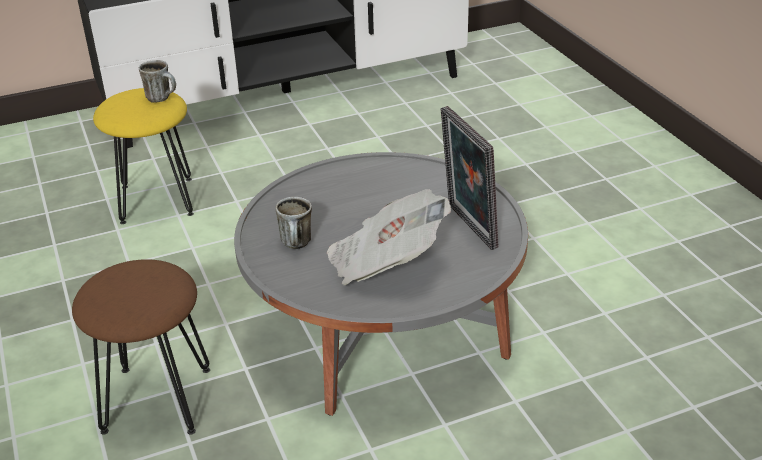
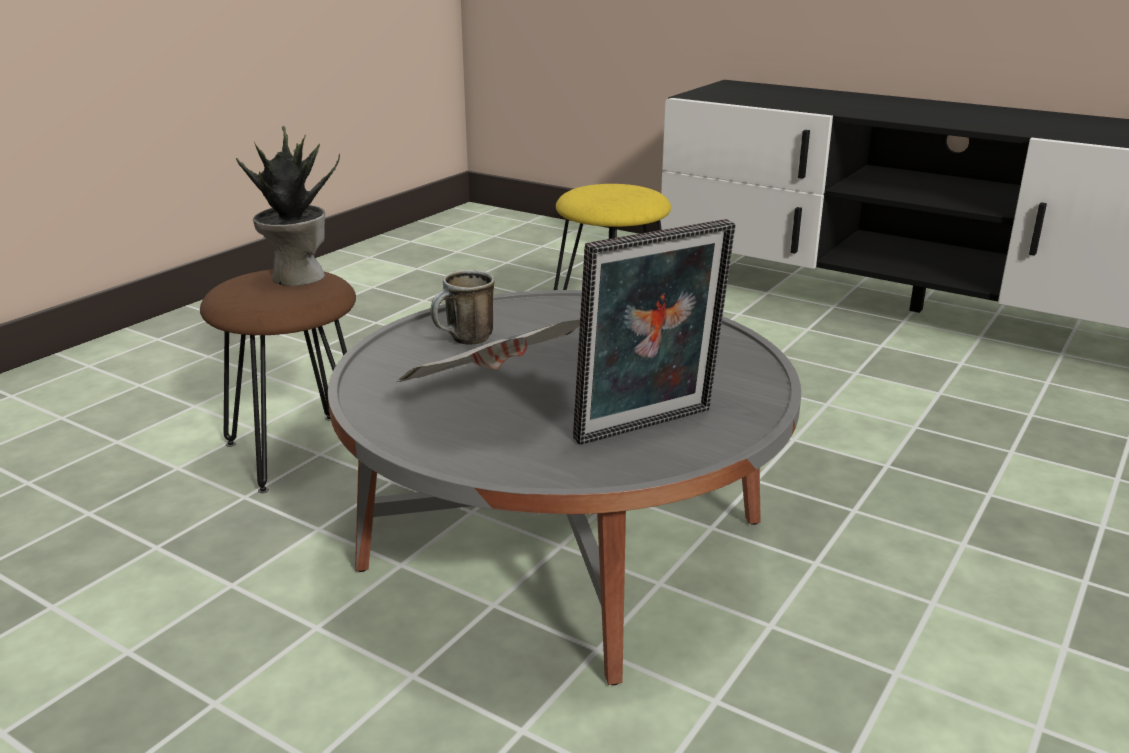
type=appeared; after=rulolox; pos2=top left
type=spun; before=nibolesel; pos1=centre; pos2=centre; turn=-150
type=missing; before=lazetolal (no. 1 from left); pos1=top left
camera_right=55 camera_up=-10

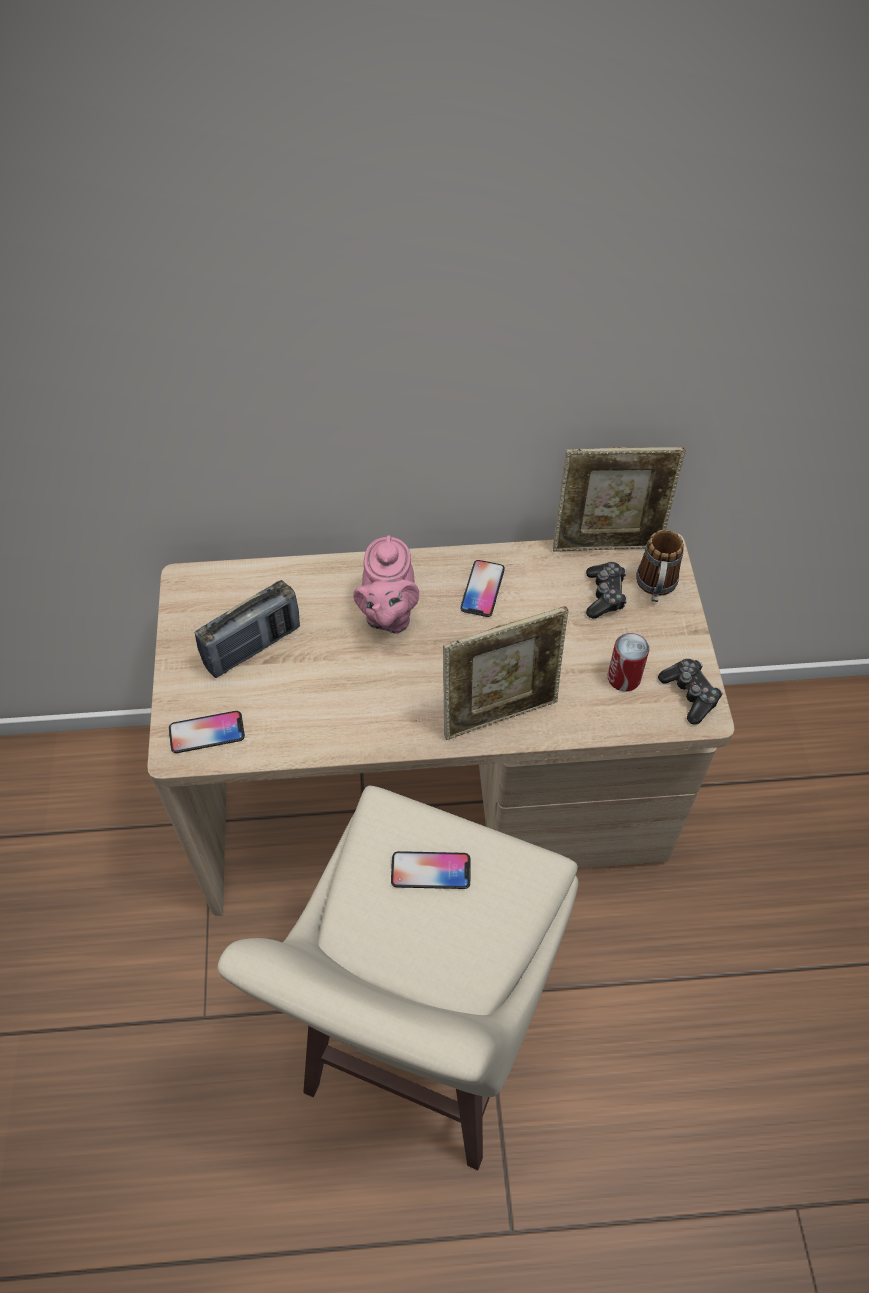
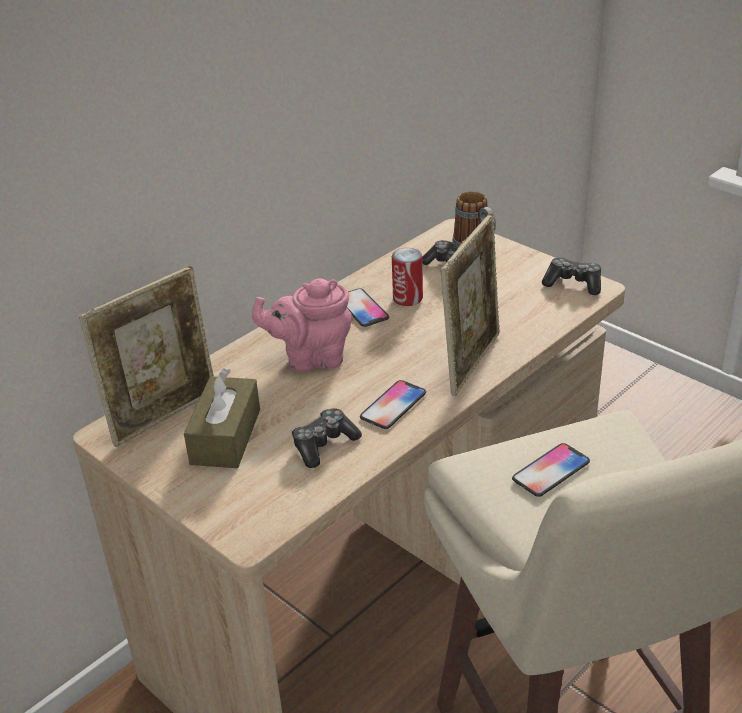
type=relocated; before=nibolesel (no. 2 from left in the first image); after=nibolesel (no. 1 from left); pos1=middle right; pos2=middle left
type=exchanged; before=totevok; after=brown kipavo; pos1=middle left; pos2=middle left
type=spun; before=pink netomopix; pos1=centre; pos2=centre; turn=120
type=appeared; after=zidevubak (no. 1 from left); pos2=centre
type=relocated; before=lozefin (no. 1 from left in the first image); after=lozefin (no. 2 from left); pos1=middle left; pos2=centre
type=relocated; before=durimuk; pos1=middle right; pos2=centre
camera_right=-40 camera_up=-20

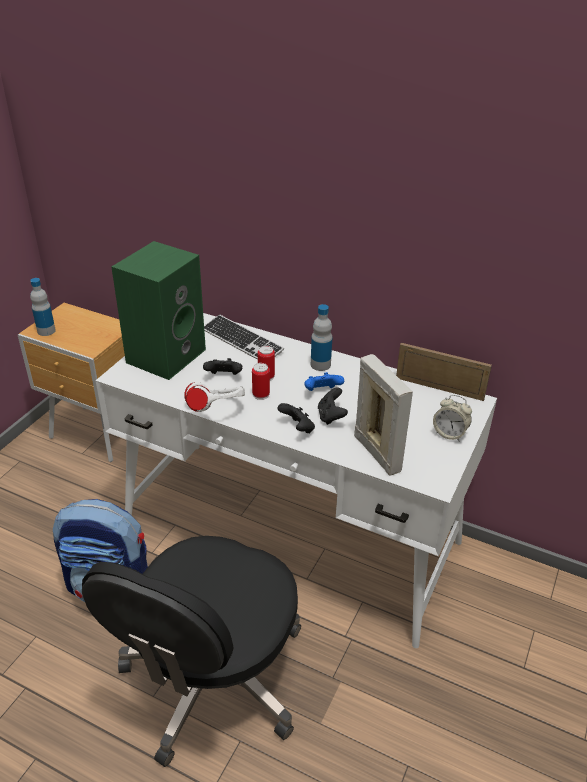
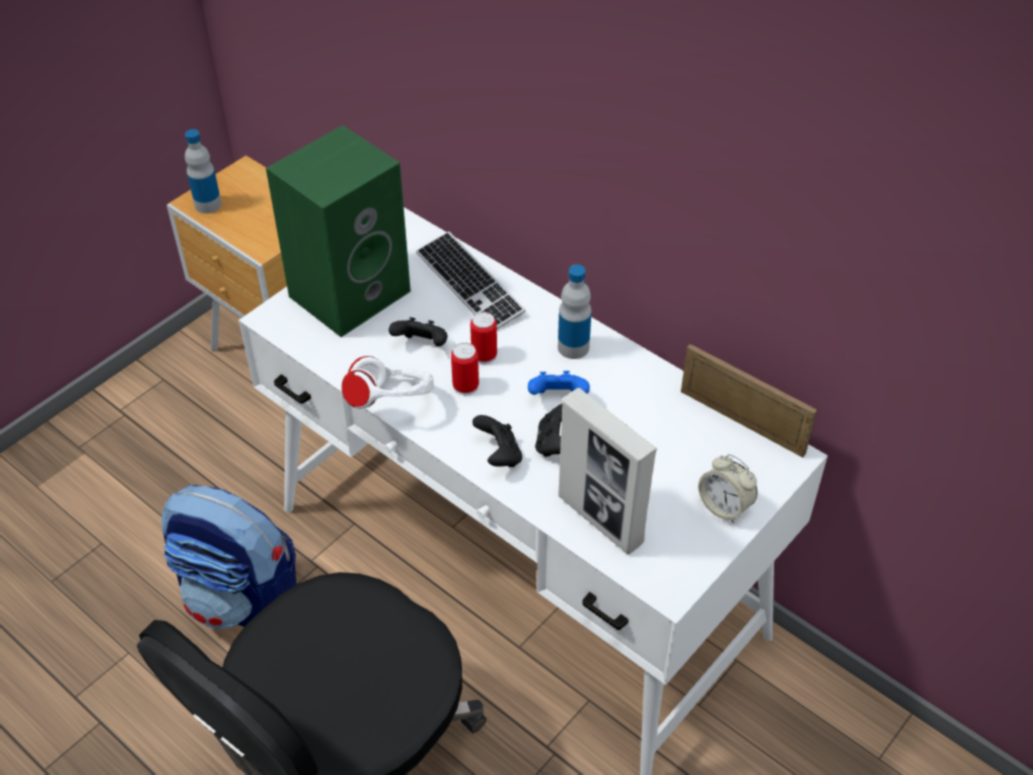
type=spun; before=nibolesel (no. 1 from left); pos1=centre; pos2=centre; turn=150
camera_right=15 camera_up=10

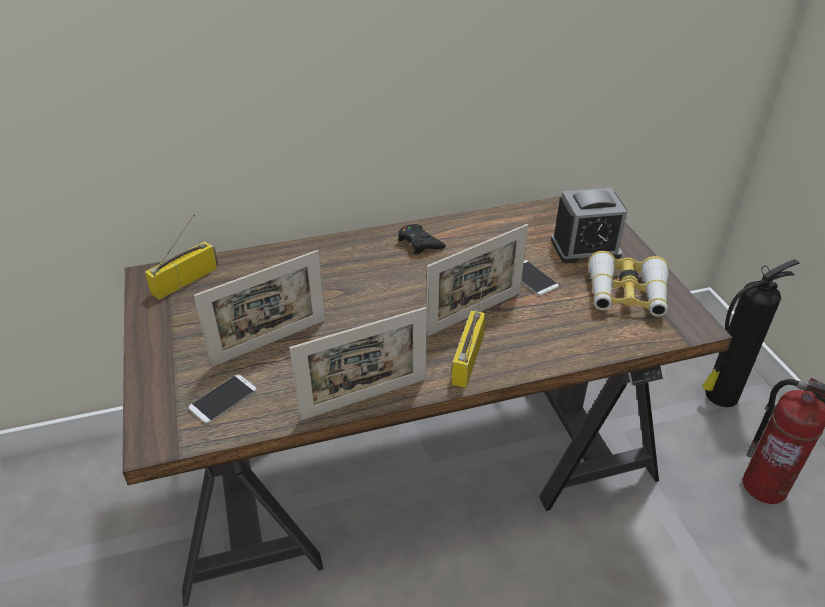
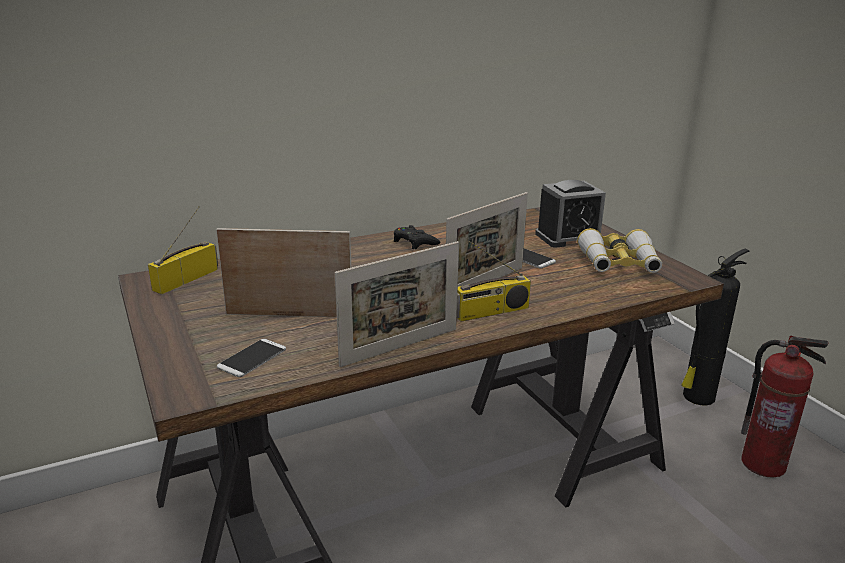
type=spun; before=nibolesel (no. 1 from left); pos1=middle left; pos2=centre; turn=-135
type=spun; before=totevok (no. 2 from left); pos1=centre; pos2=centre; turn=-120
camera_right=-10 camera_up=-15

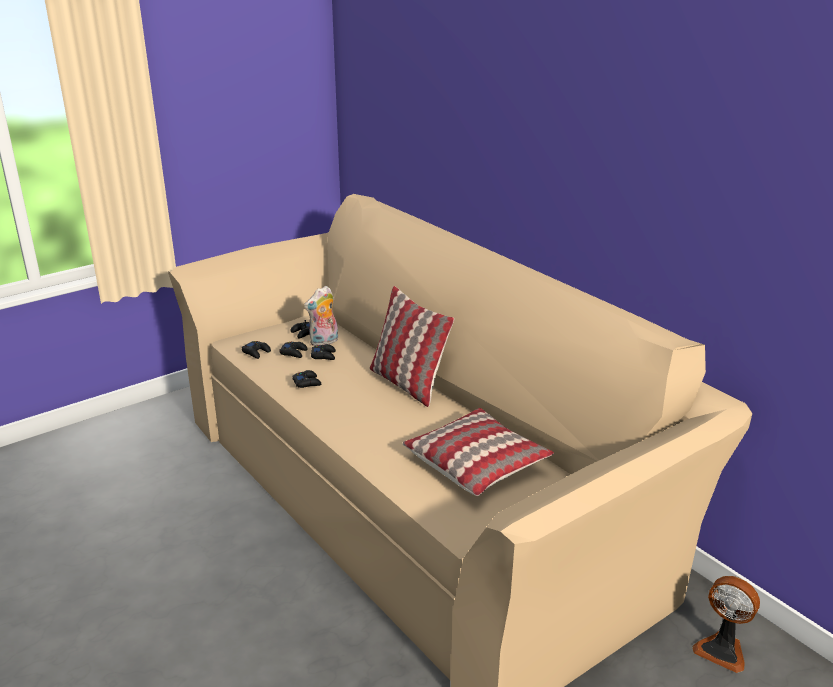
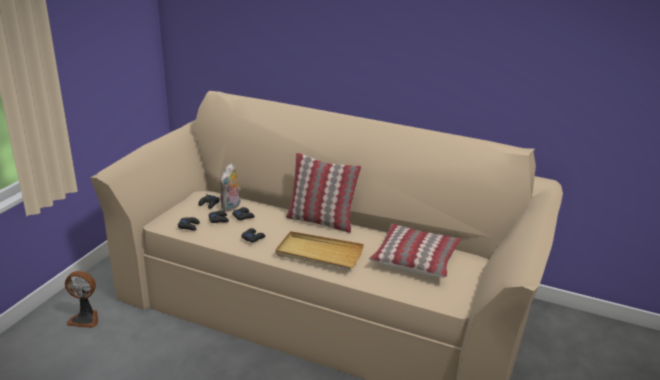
type=relocated; before=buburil; pos1=bottom right; pos2=bottom left
type=appeared; after=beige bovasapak; pos2=centre
camera_right=-30 camera_up=0

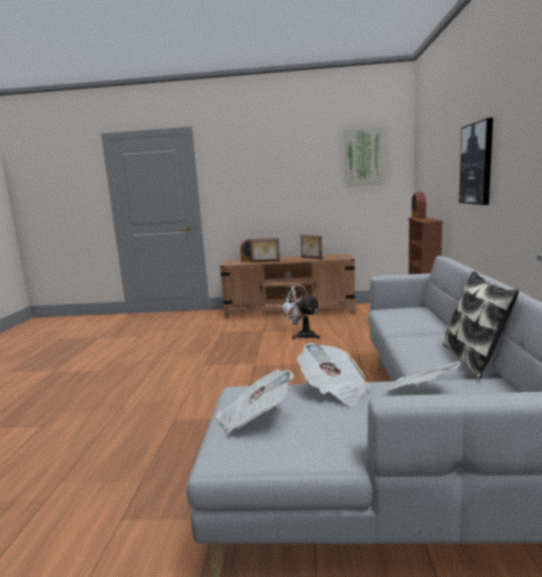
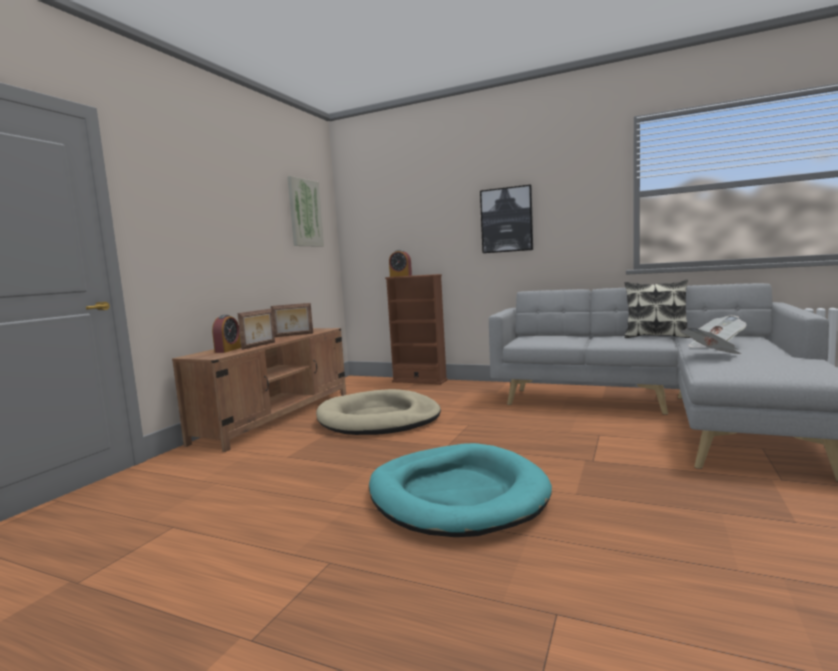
type=exchanged; before=white buburil; after=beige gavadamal; pos1=centre; pos2=centre
type=appeared; after=turquoise gavadamal; pos2=bottom centre
type=missing; before=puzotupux (no. 1 from left); pos1=bottom centre
camera_right=-70 camera_up=-5

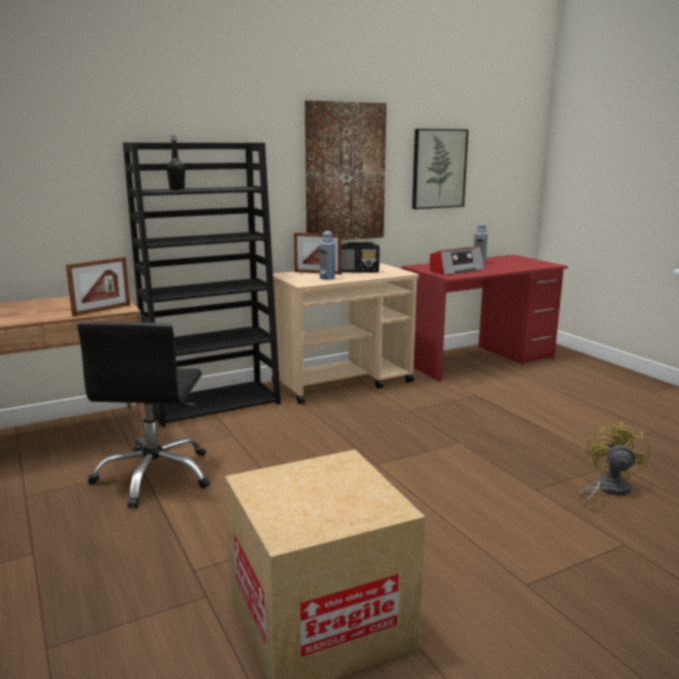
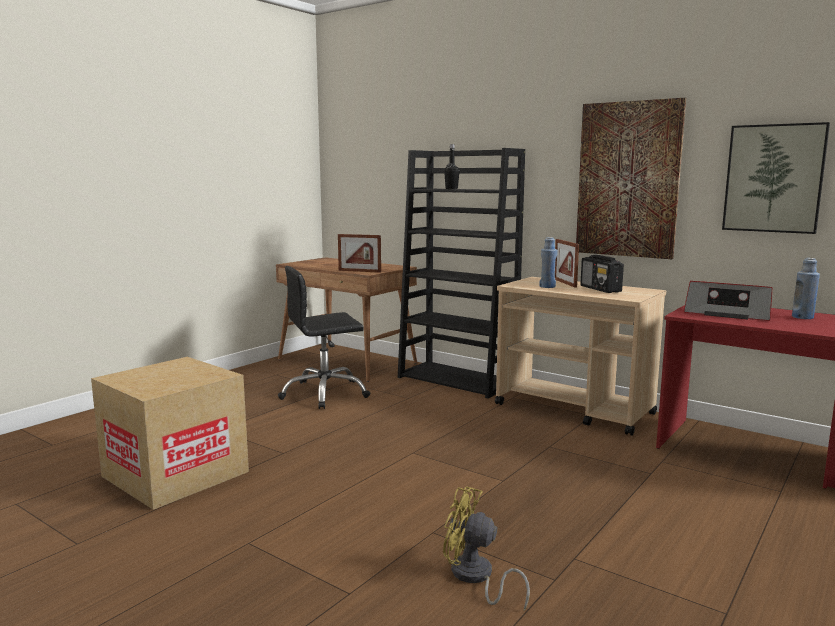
type=spun; before=yellow buburil; pos1=bottom right; pos2=bottom centre; turn=-150
camera_right=65 camera_up=-5

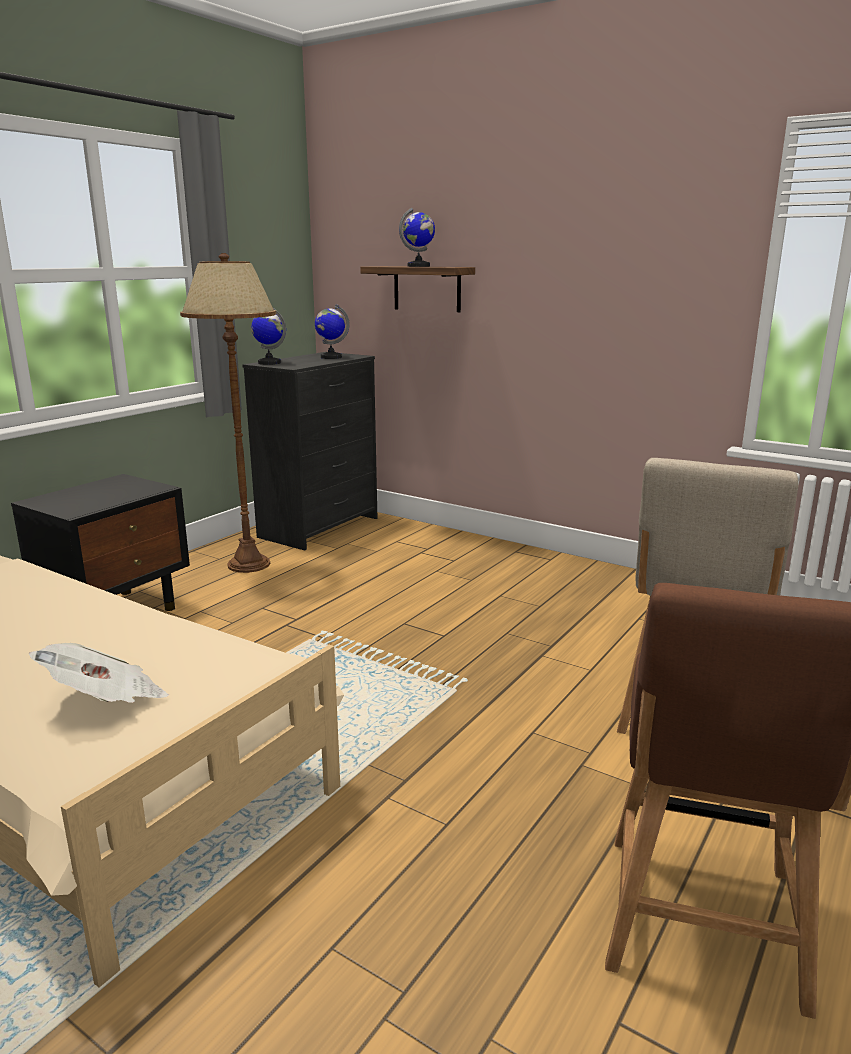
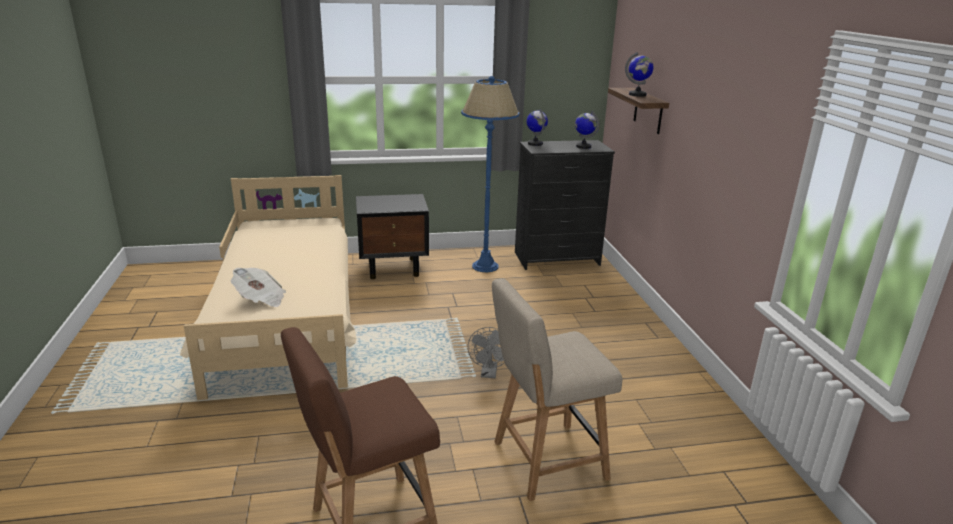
type=colour; before=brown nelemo; after=blue nelemo; pos1=middle left; pos2=top centre
type=appeared; after=grey buburil; pos2=bottom centre
camera_right=45 camera_up=5

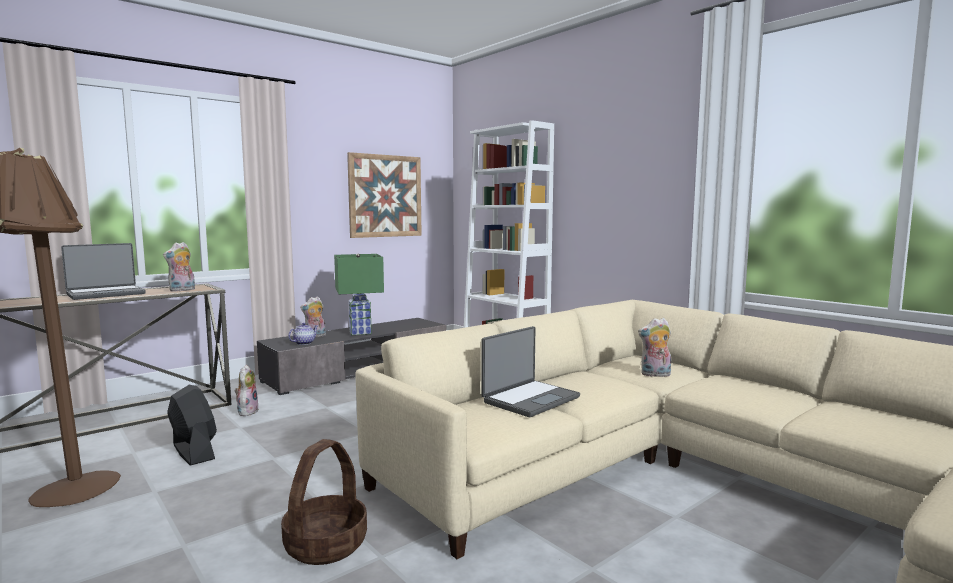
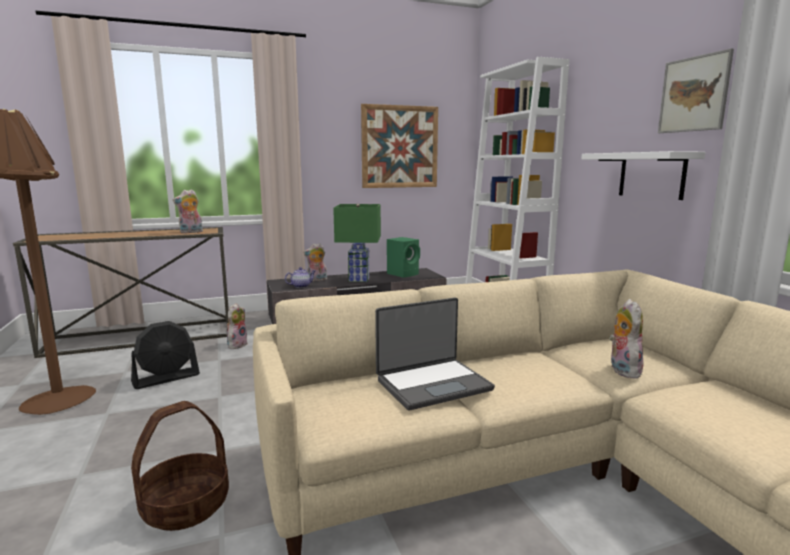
type=spun; before=black buburil; pos1=bottom left; pos2=middle left; turn=75
type=appeared; after=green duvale; pos2=centre
type=appeared; after=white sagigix; pos2=top right
type=spun; before=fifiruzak (no. 4 from left); pos1=middle right; pos2=middle right; turn=75
type=appeared; after=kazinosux (no. 2 from left); pos2=top right
type=missing; before=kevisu (no. 1 from left); pos1=middle left
camera_right=20 camera_up=5

